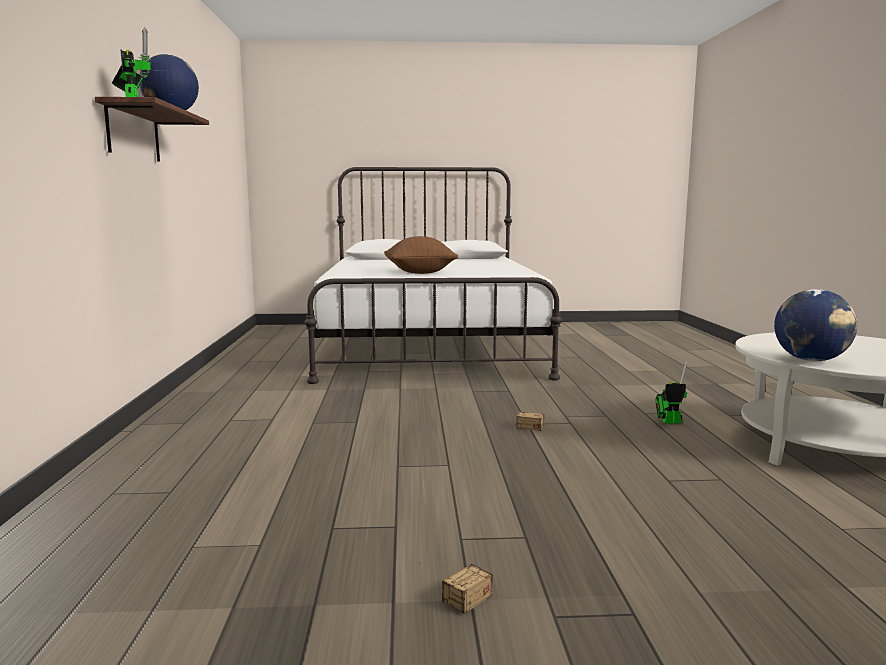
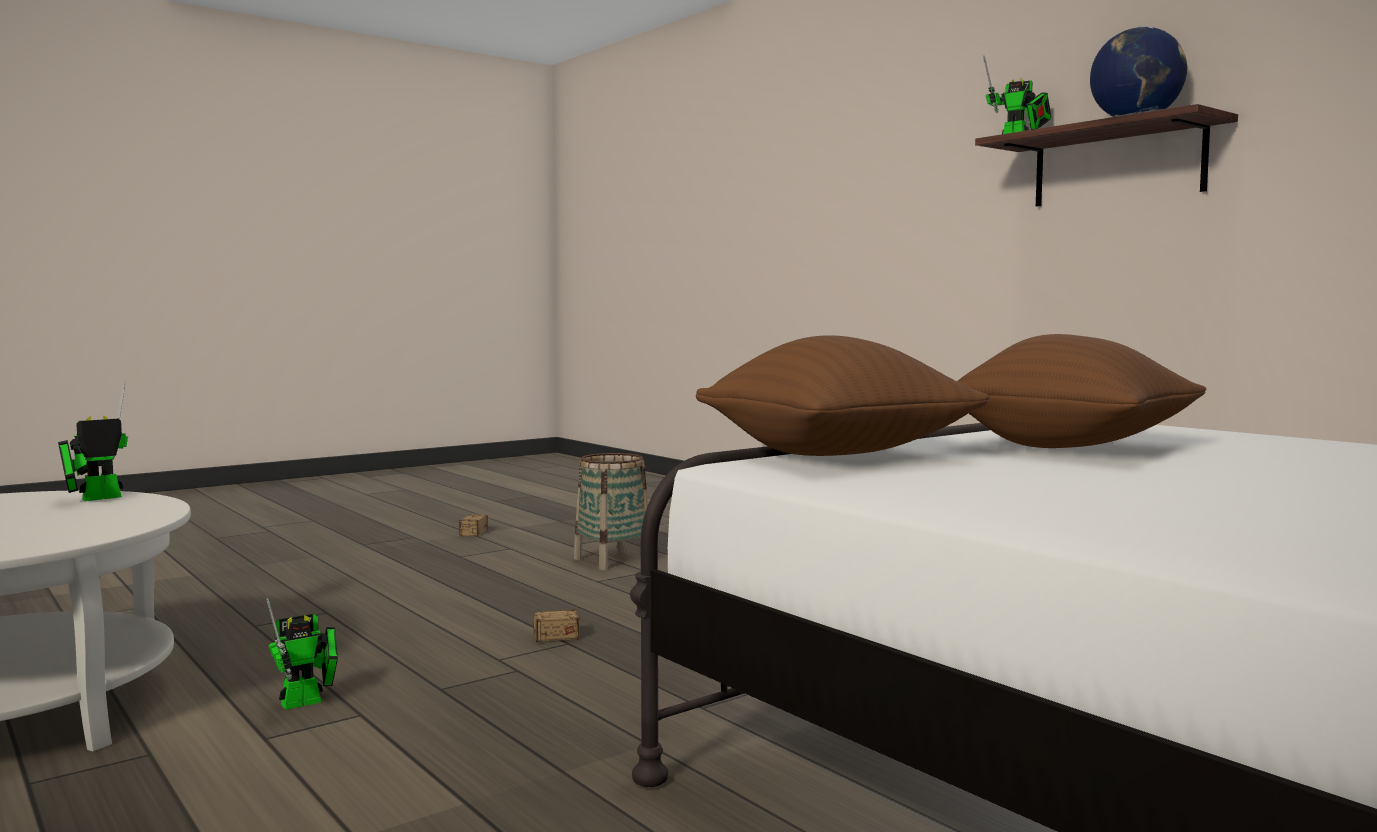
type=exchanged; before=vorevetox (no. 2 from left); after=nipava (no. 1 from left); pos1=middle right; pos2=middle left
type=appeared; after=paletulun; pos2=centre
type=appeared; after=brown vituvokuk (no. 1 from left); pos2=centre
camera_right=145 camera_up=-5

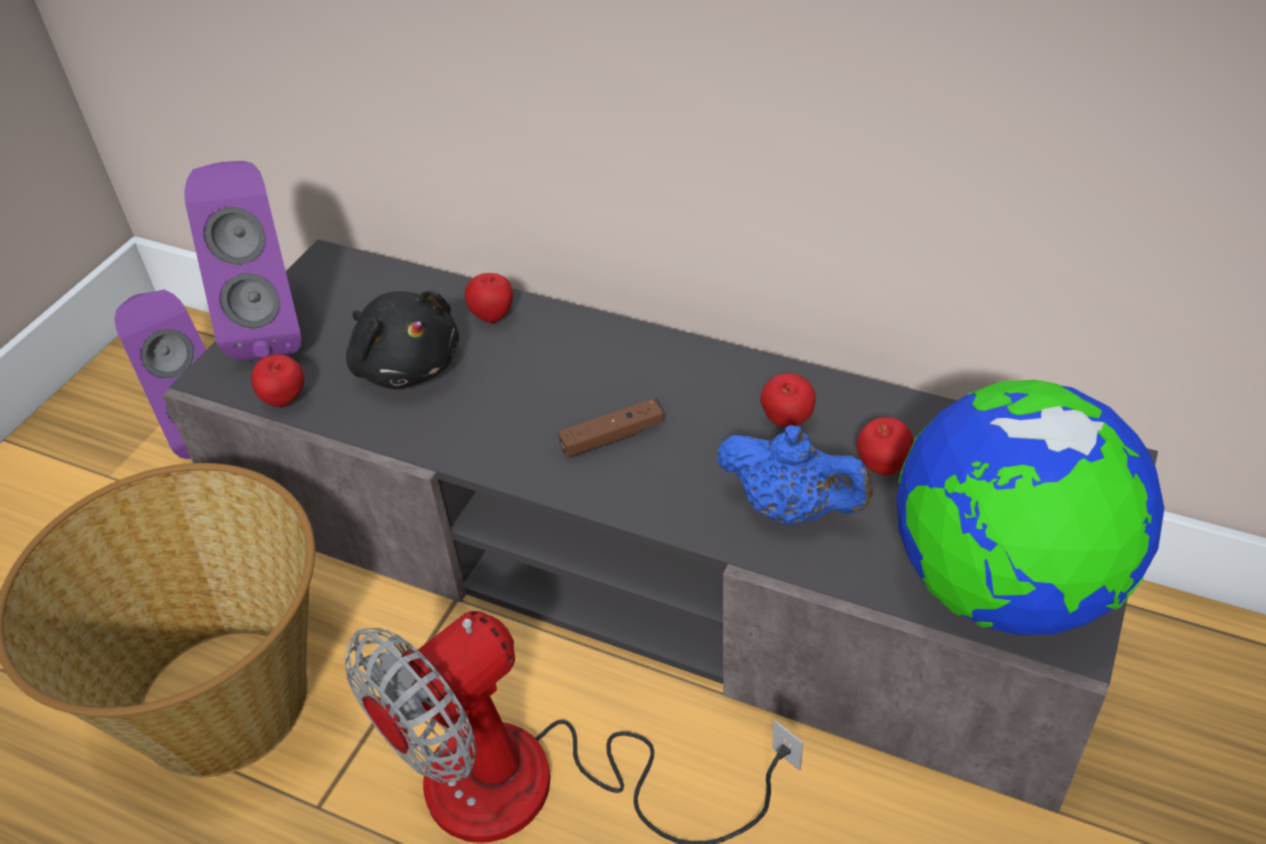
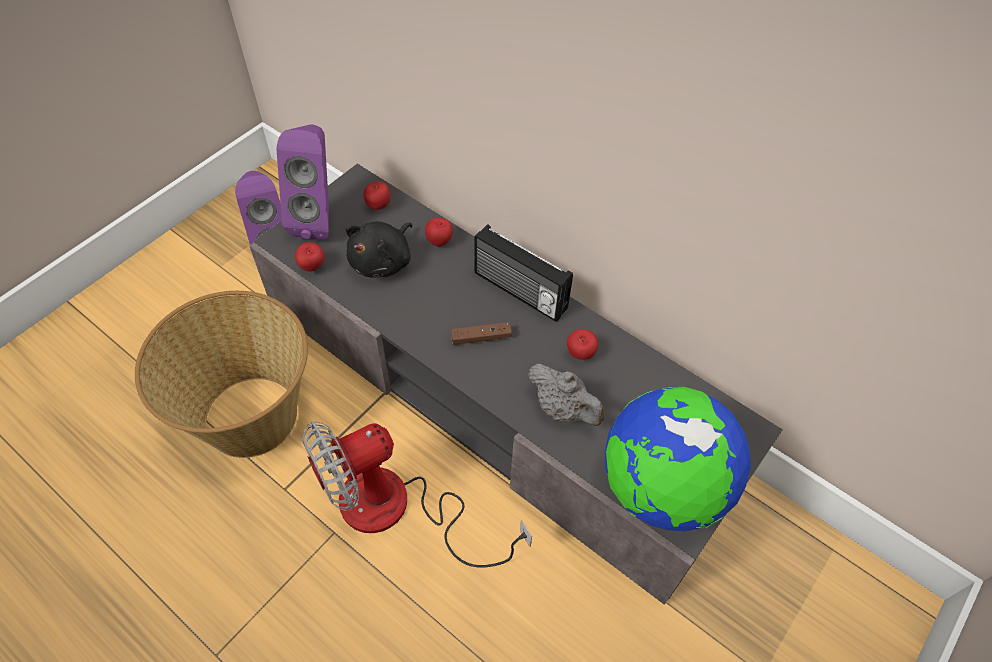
type=spun; before=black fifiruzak; pos1=middle left; pos2=centre; turn=60
type=relocated; before=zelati (no. 4 from left in the first image); after=zelati (no. 2 from left); pos1=middle right; pos2=top centre
type=appeared; after=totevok; pos2=centre
type=colour; before=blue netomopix; after=grey netomopix; pos1=centre; pos2=centre
camera_right=10 camera_up=10

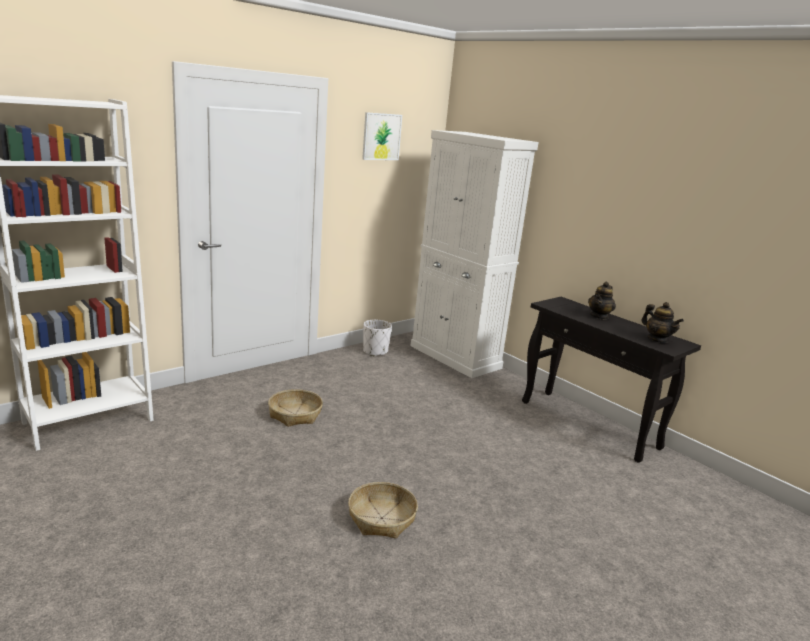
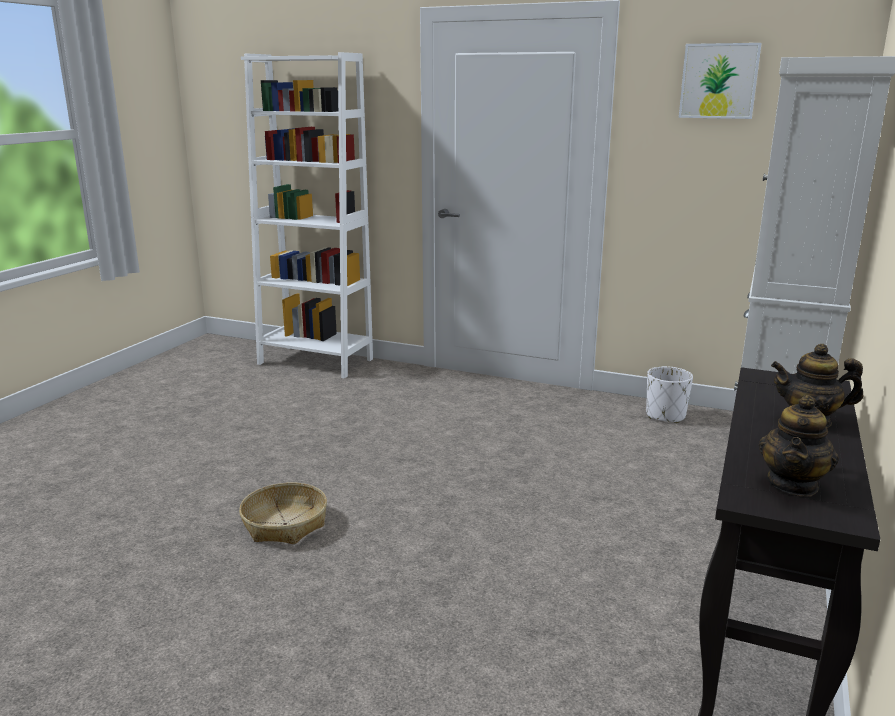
type=missing; before=paletulun (no. 1 from left); pos1=centre
camera_right=65 camera_up=0

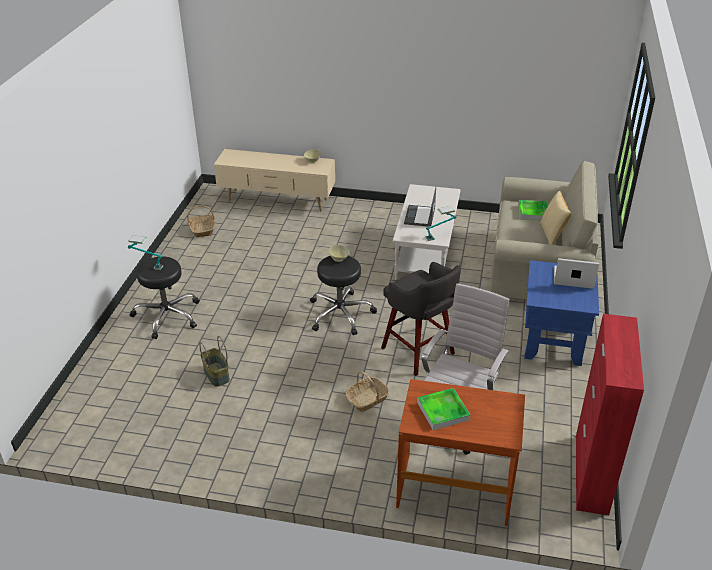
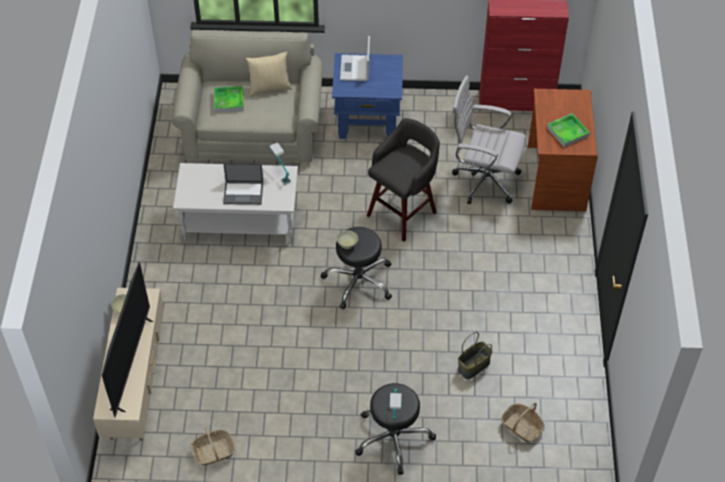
type=appeared; after=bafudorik; pos2=bottom left
type=relocated; before=paletulun (no. 3 from left); pos1=bottom centre; pos2=bottom right
camera_right=-100 camera_up=15

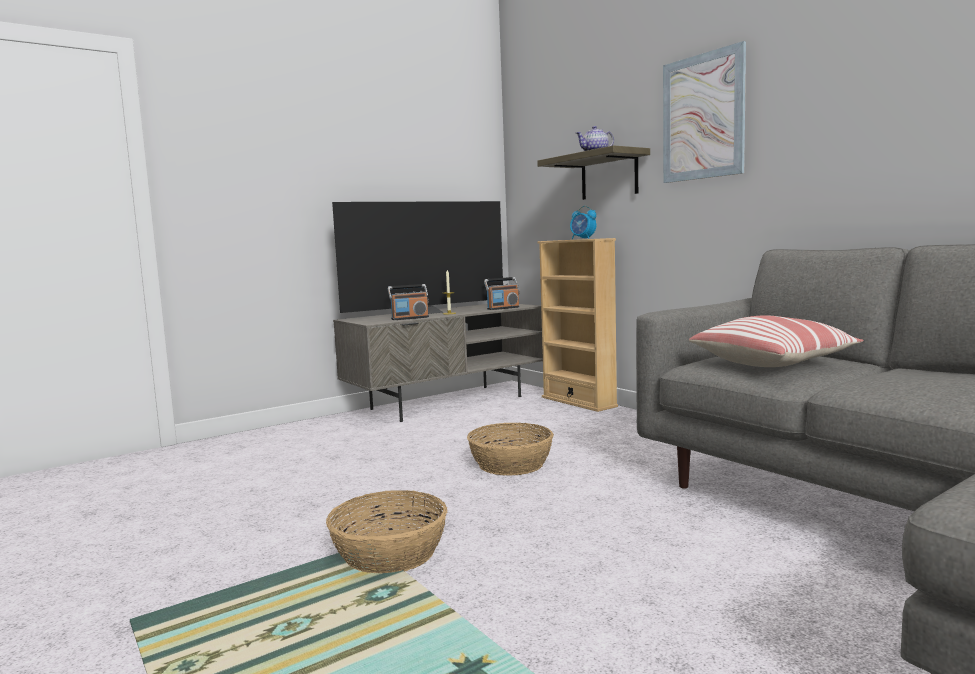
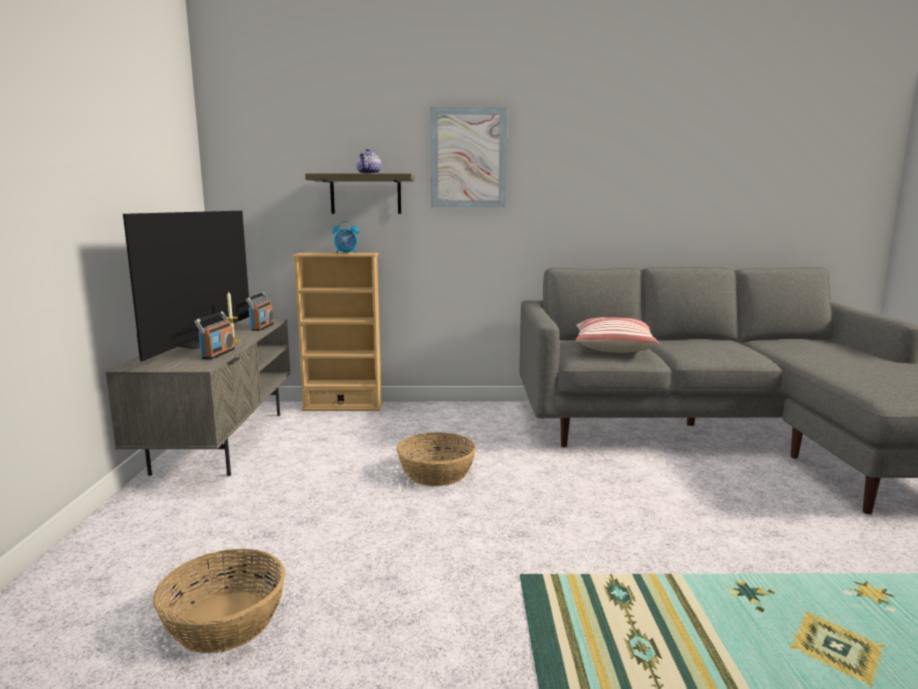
type=relocated; before=paletulun (no. 1 from left); pos1=bottom centre; pos2=bottom left
camera_right=-55 camera_up=5

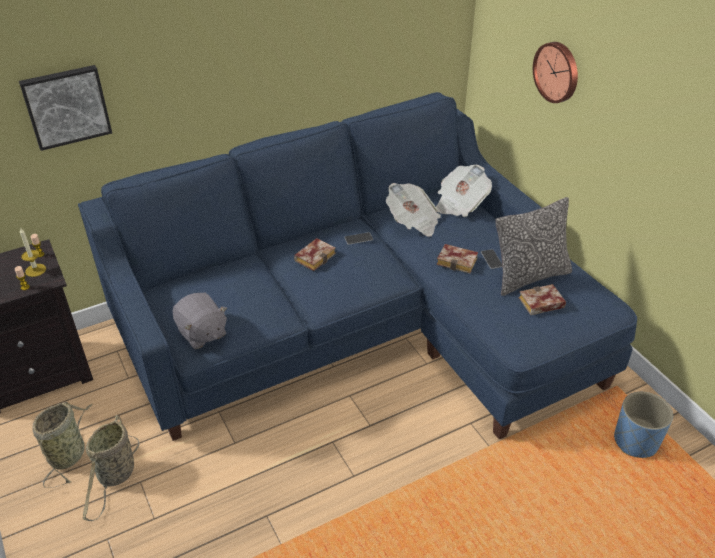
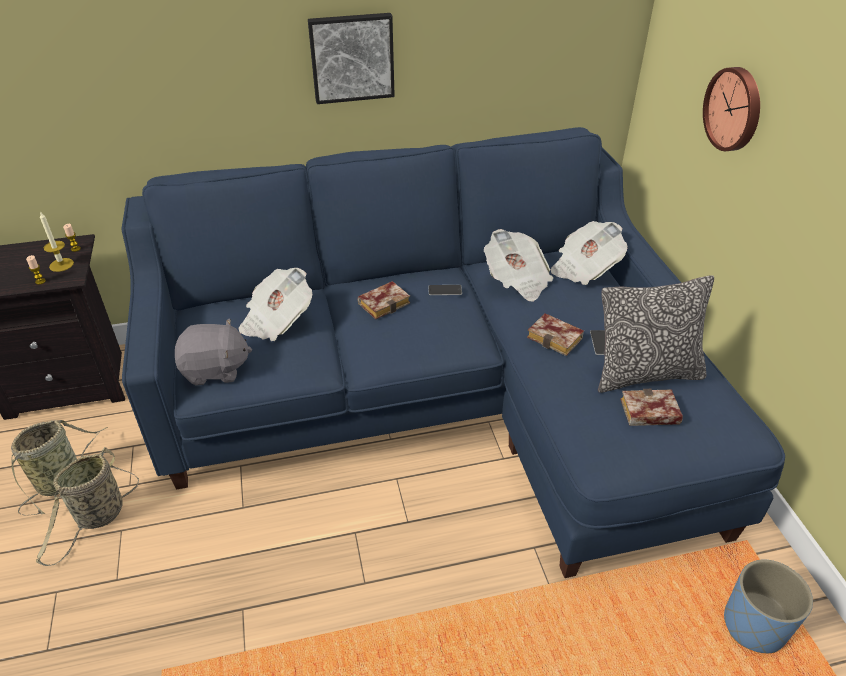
type=spun; before=grey fifiruzak; pos1=middle left; pos2=middle left; turn=-75
type=appeared; after=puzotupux (no. 1 from left); pos2=middle left
type=relocated; before=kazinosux; pos1=top left; pos2=top centre
camera_right=15 camera_up=0

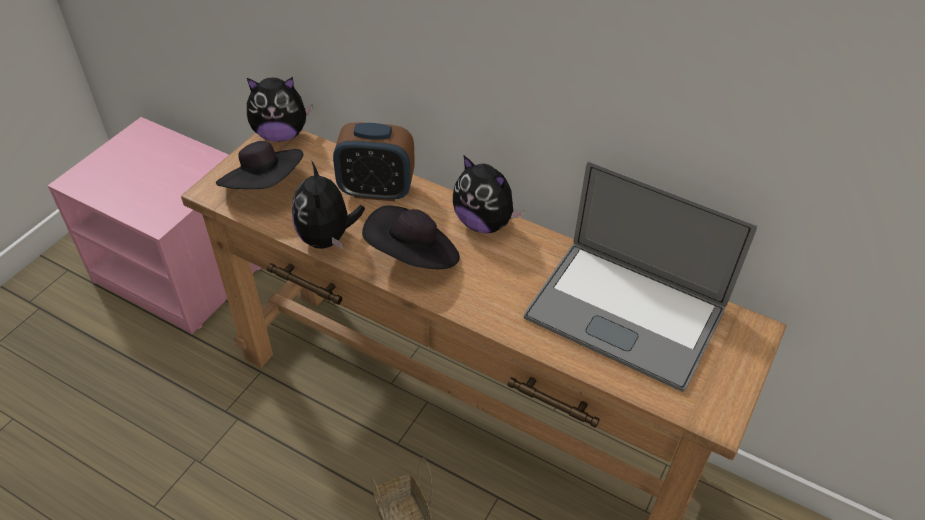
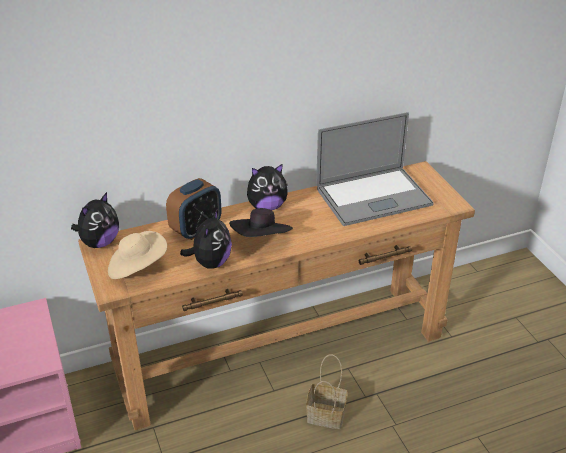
type=colour; before=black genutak (no. 1 from left); after=beige genutak; pos1=top left; pos2=middle left
type=spun; before=fifiruzak (no. 2 from left); pos1=centre; pos2=centre; turn=-105
camera_right=-50 camera_up=-10

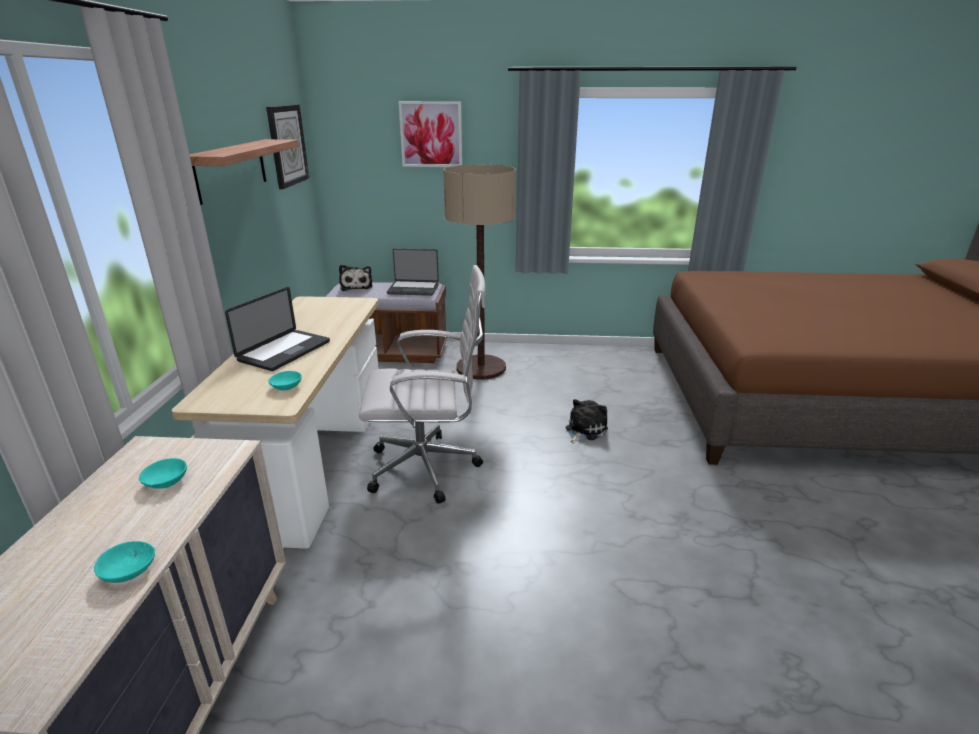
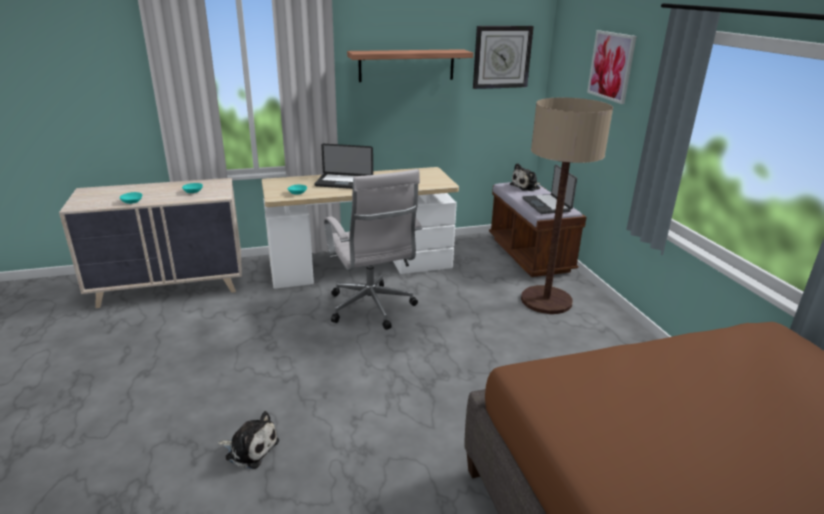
type=relocated; before=fifiruzak (no. 2 from left in the first image); after=fifiruzak (no. 1 from left); pos1=centre; pos2=bottom left
camera_right=70 camera_up=0

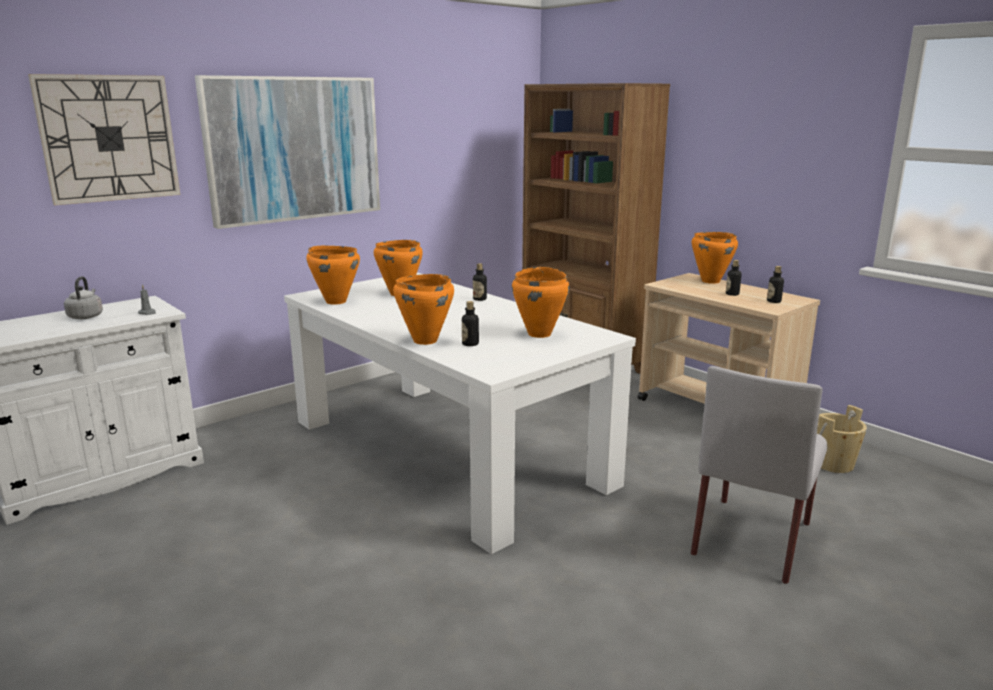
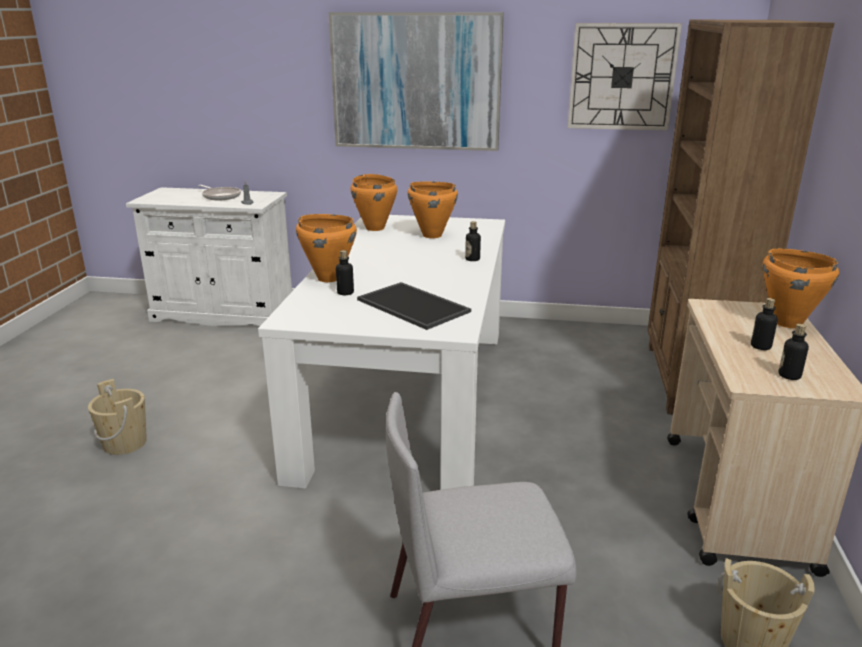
type=appeared; after=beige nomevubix (no. 1 from left); pos2=middle left
type=exchanged; before=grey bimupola; after=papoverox; pos1=middle left; pos2=top left
type=exchanged; before=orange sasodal (no. 4 from left); after=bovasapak; pos1=centre; pos2=centre
type=relocated; before=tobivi; pos1=top left; pos2=top right
camera_right=50 camera_up=5

